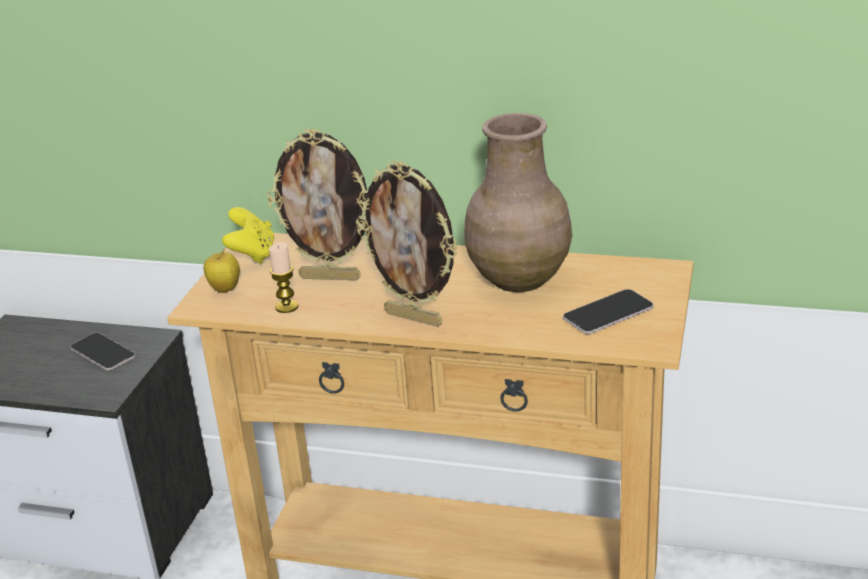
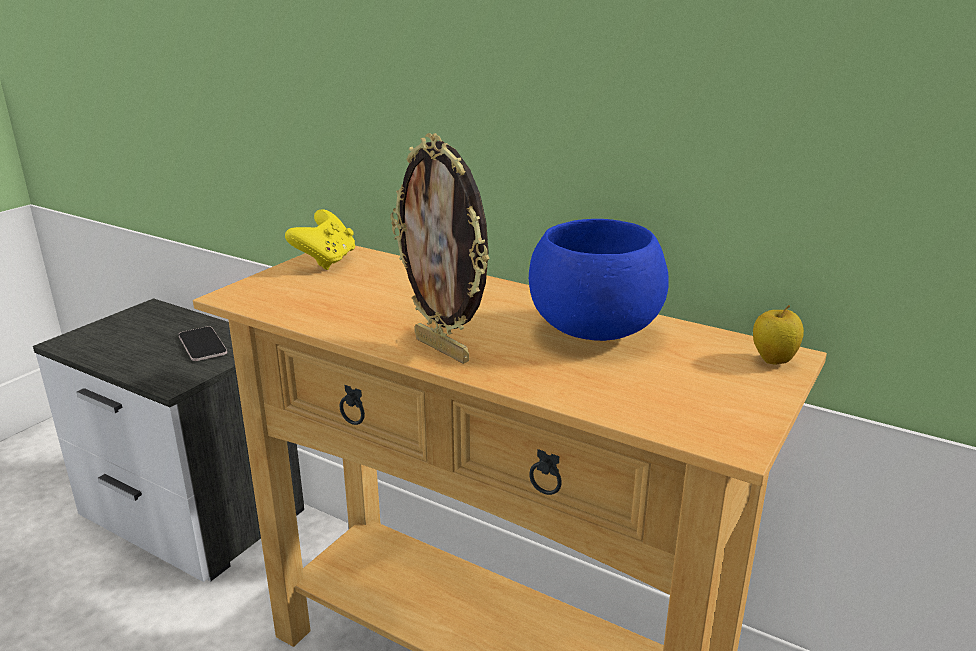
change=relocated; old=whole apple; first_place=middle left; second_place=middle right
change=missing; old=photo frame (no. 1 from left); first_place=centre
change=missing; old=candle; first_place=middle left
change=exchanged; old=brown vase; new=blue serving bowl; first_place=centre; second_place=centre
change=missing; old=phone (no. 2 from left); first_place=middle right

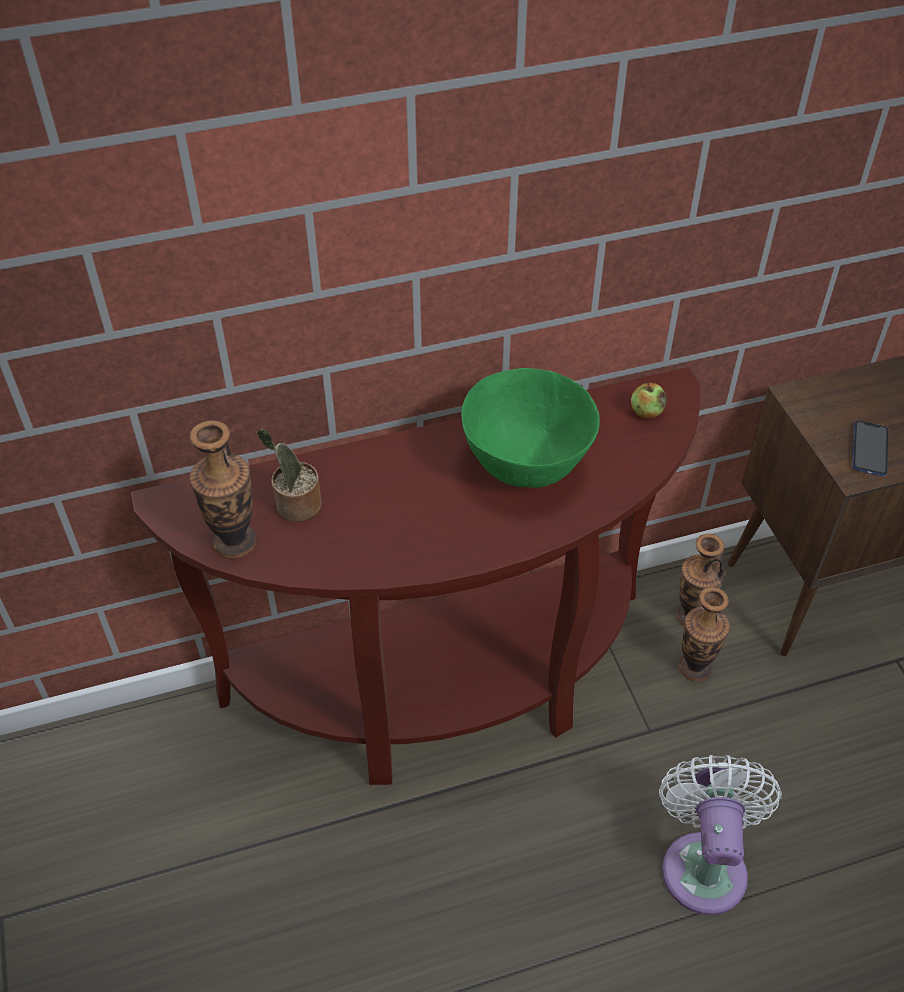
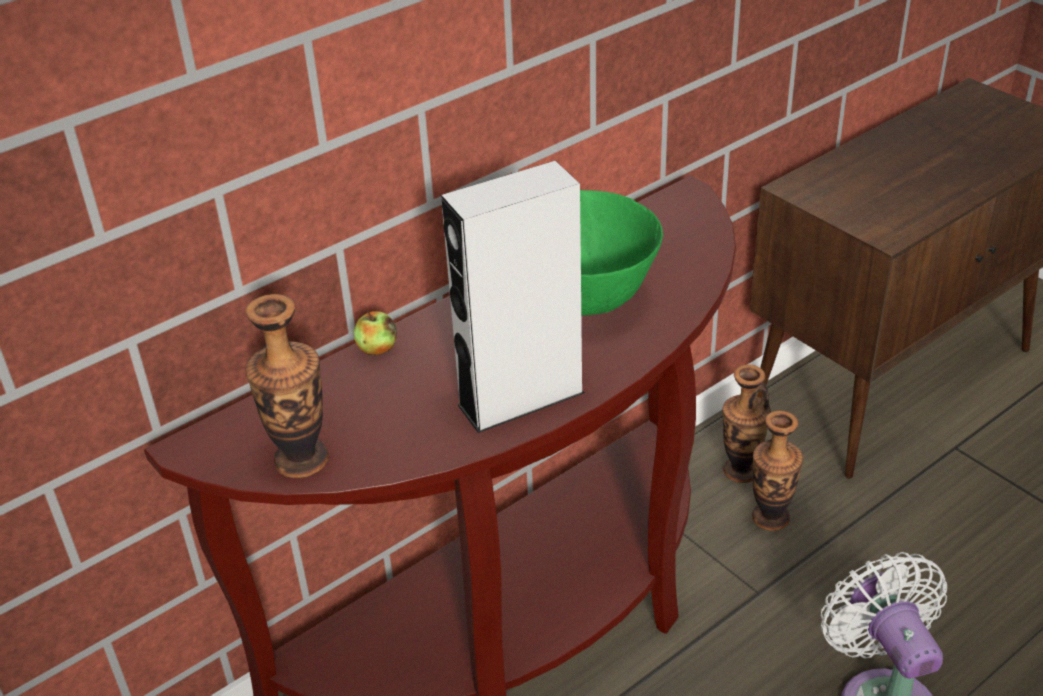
change=missing; old=houseplant; first_place=middle left
change=relocated; old=whole apple; first_place=middle right; second_place=centre
change=missing; old=phone; first_place=middle right
change=appeared; new=greyish audio speaker; second_place=centre

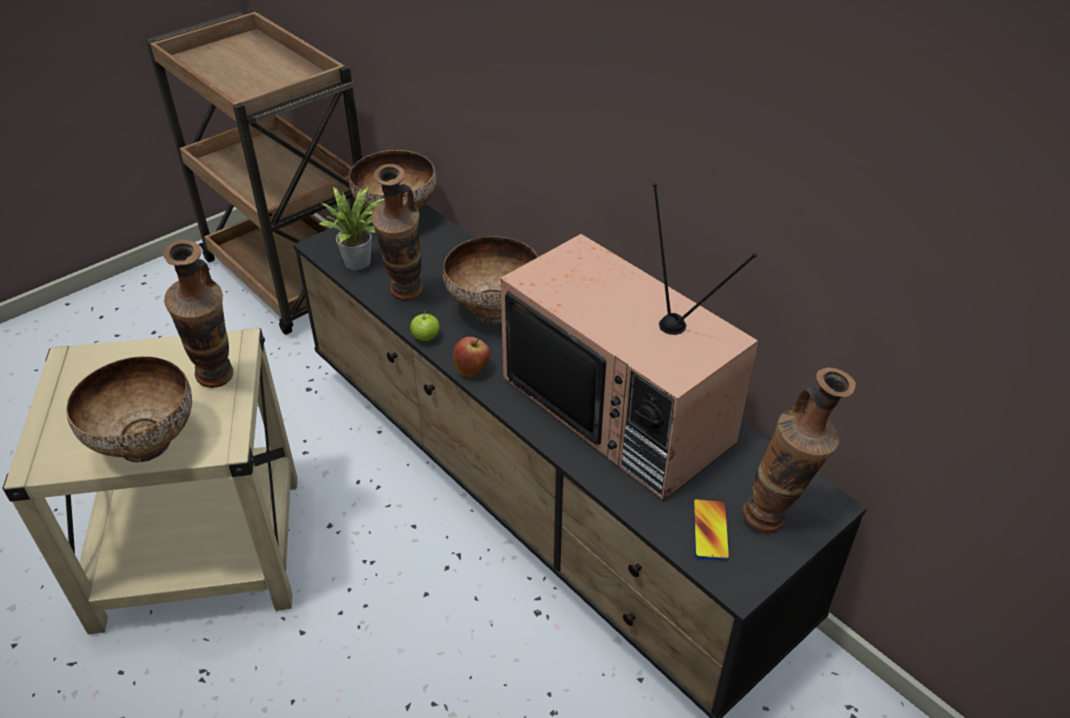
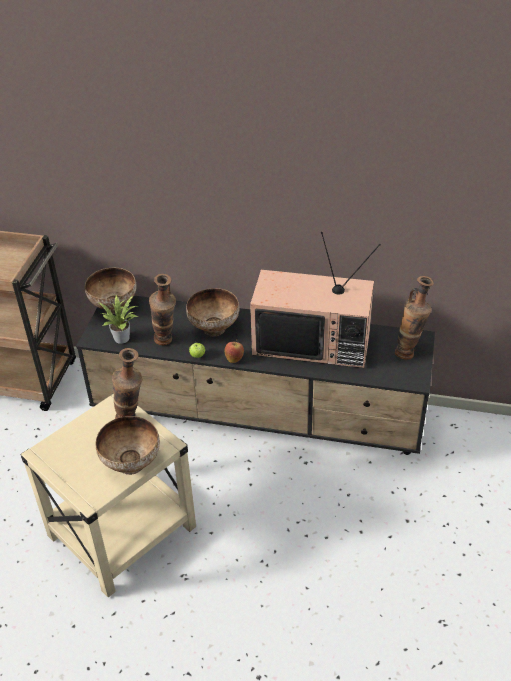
change=missing; old=phone; first_place=bottom centre

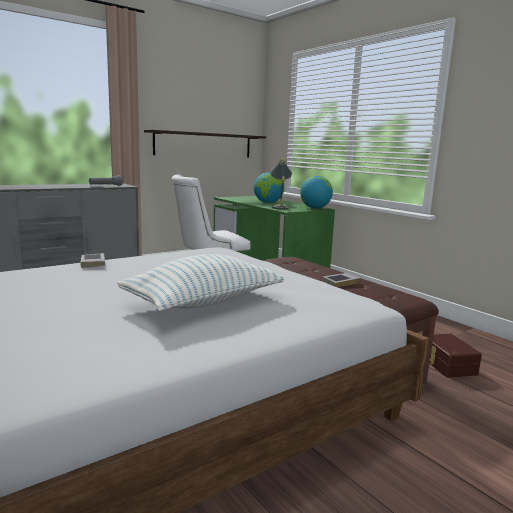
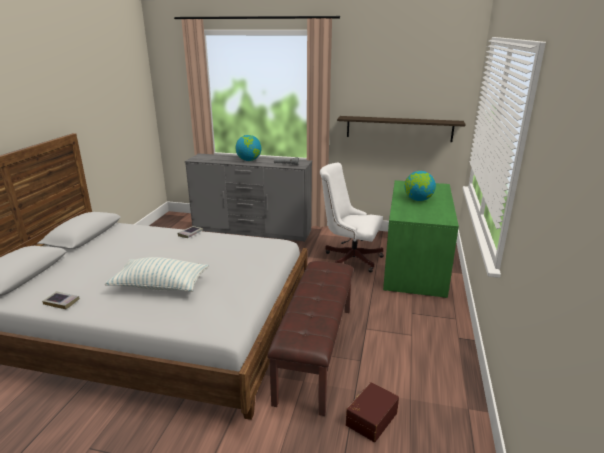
change=missing; old=greyish table lamp; first_place=centre
change=relocated; old=world globe (no. 2 from left in the first image); new=world globe (no. 1 from left); first_place=centre; second_place=top centre
change=relocated; old=bound book (no. 2 from left in the first image); new=bound book (no. 1 from left); first_place=centre; second_place=middle left

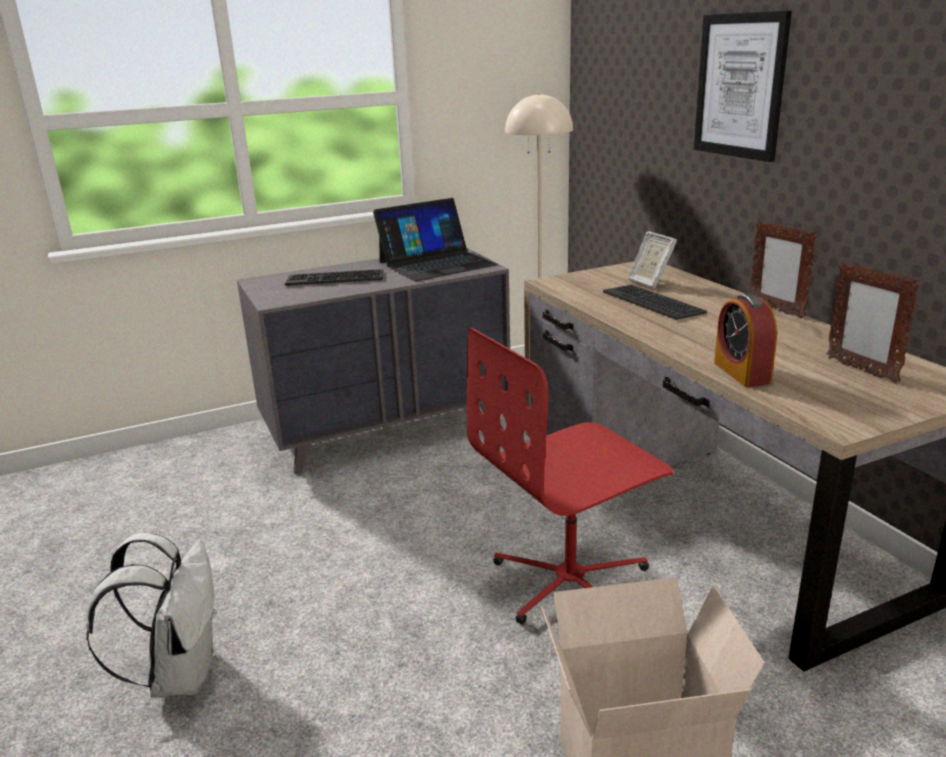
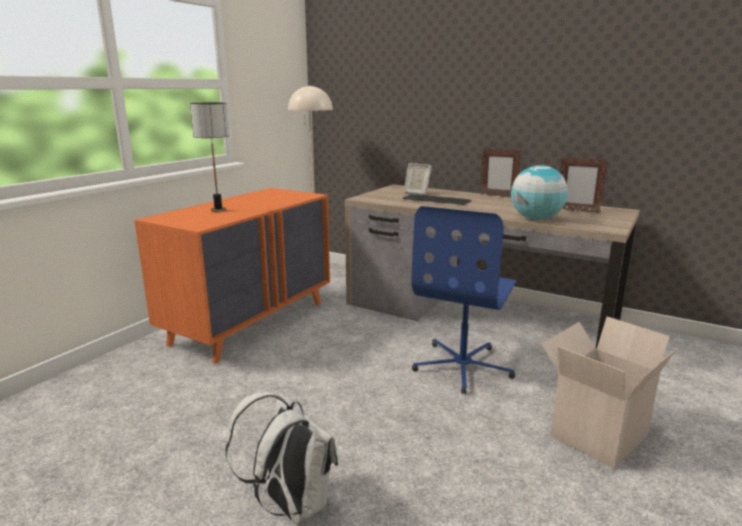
change=colour; old=greyish chest of drawers; new=orangey chest of drawers; first_place=centre; second_place=middle left
change=exchanged; old=computer keyboard (no. 1 from left); new=table lamp; first_place=centre; second_place=top left
change=missing; old=notebook computer; first_place=top centre
change=colour; old=red-coloured computer chair; new=blue computer chair; first_place=centre; second_place=centre
change=missing; old=picture; first_place=top right
change=exchanged; old=alarm clock; new=world globe; first_place=middle right; second_place=middle right

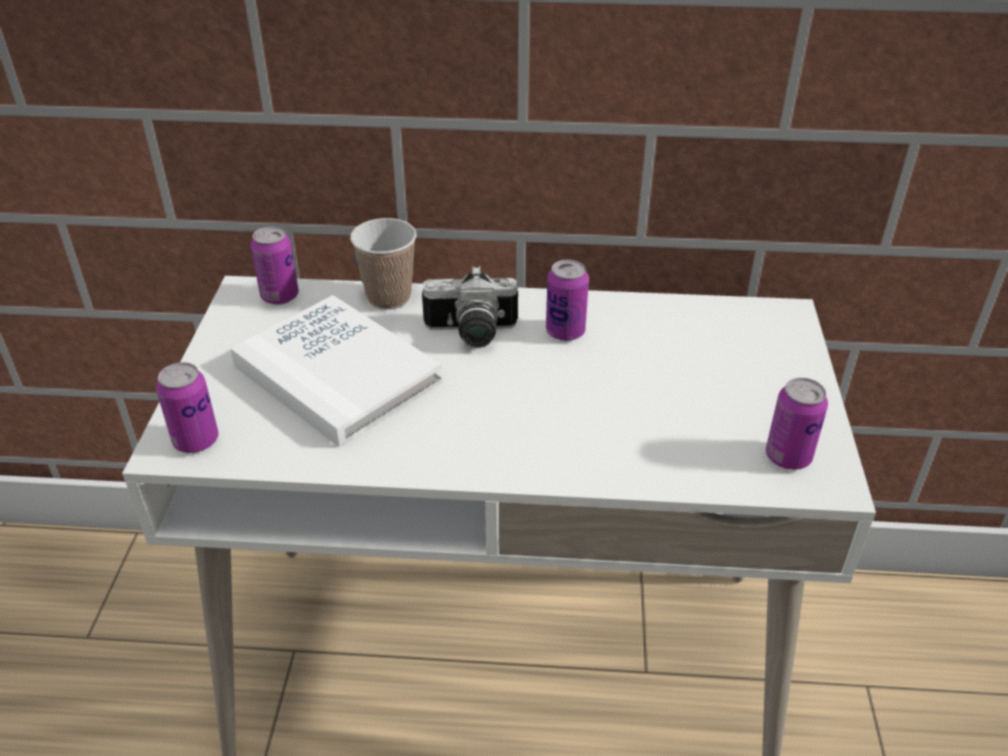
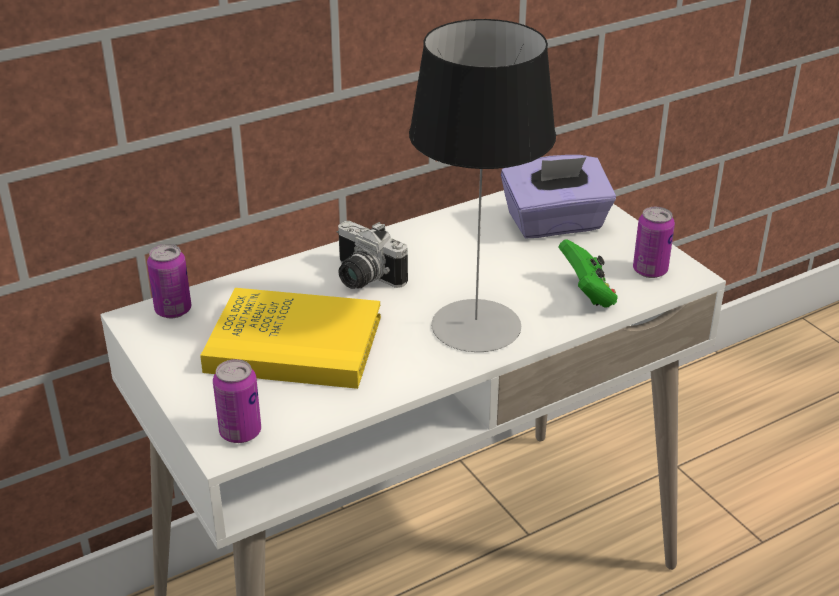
change=colour; old=white bound book; new=yellowish bound book; first_place=centre; second_place=centre
change=missing; old=small cup; first_place=centre
change=spun; old=still camera; first_place=centre; second_place=centre; degrees=75
change=missing; old=can (no. 3 from left); first_place=centre
change=appeared; new=table lamp; second_place=top centre
change=appeared; new=purplish box of tissues; second_place=top centre
change=appeared; new=greenish joypad; second_place=middle right

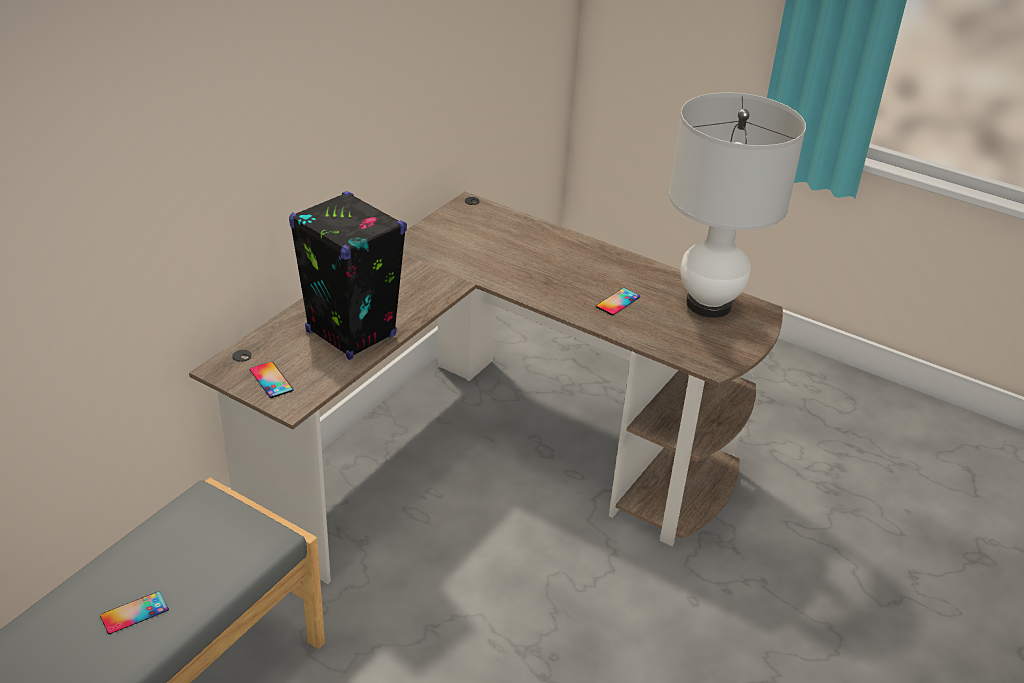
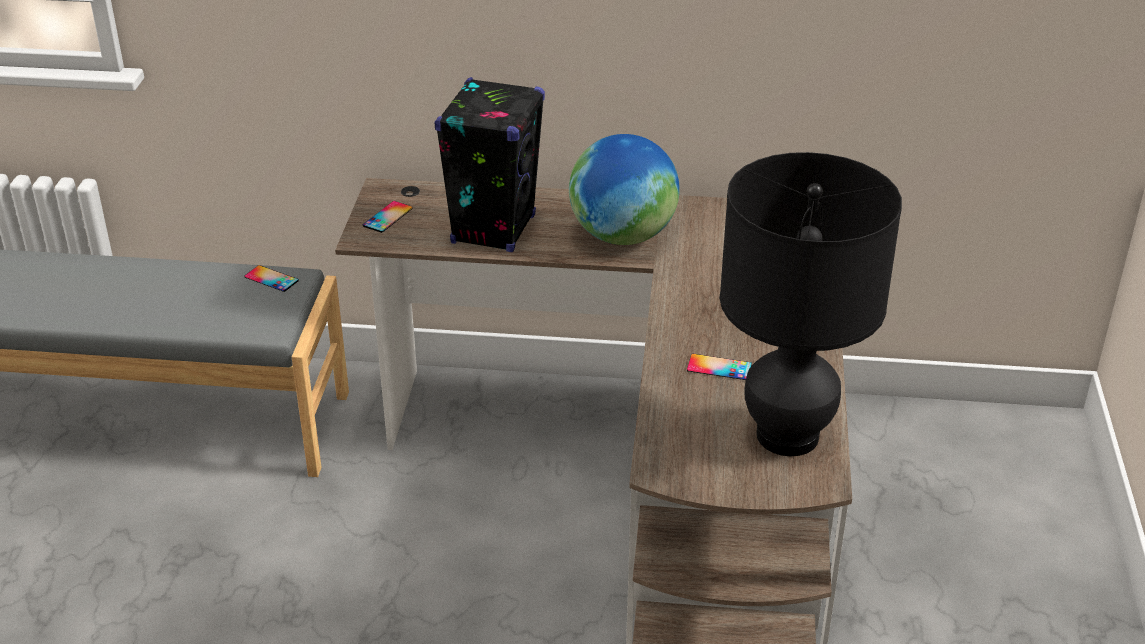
change=relocated; old=phone (no. 1 from left); first_place=bottom left; second_place=middle left
change=colour; old=white table lamp; new=black table lamp; first_place=top right; second_place=middle right
change=appeared; new=world globe; second_place=top centre

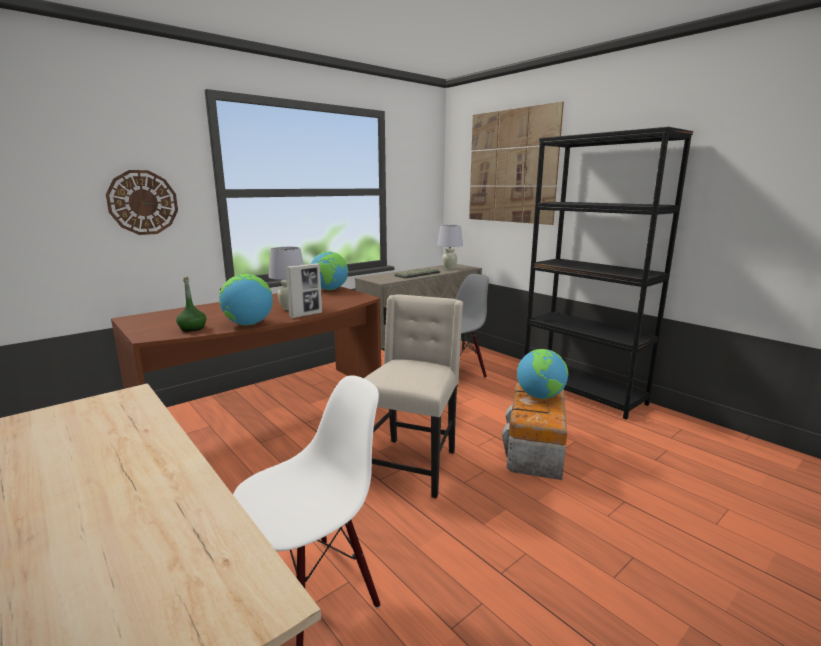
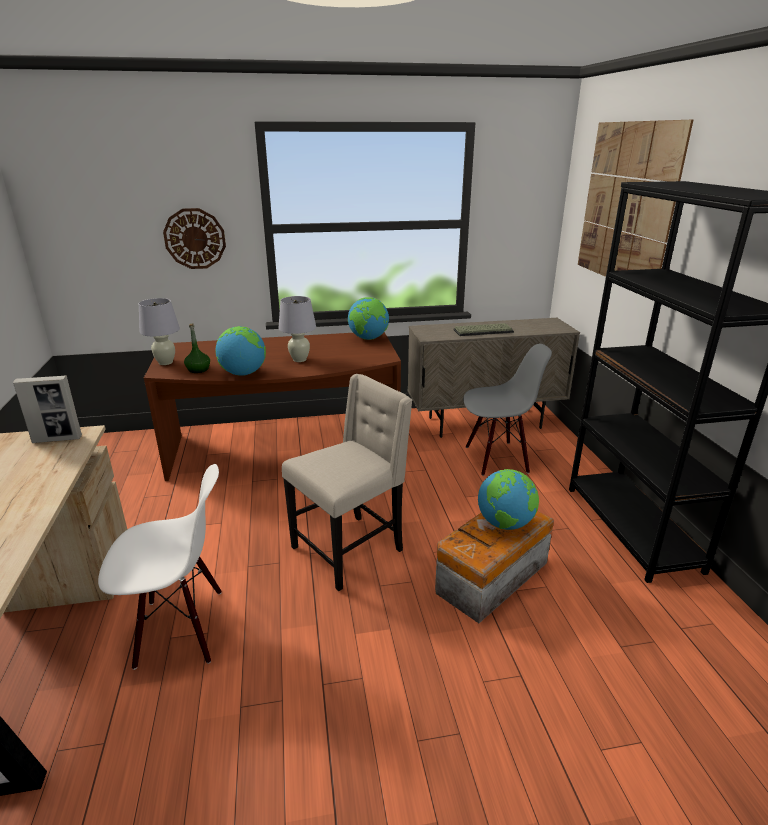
change=relocated; old=photo frame; first_place=centre; second_place=middle left
change=relocated; old=white table lamp (no. 2 from left in the first image); new=white table lamp (no. 1 from left); first_place=centre; second_place=middle left

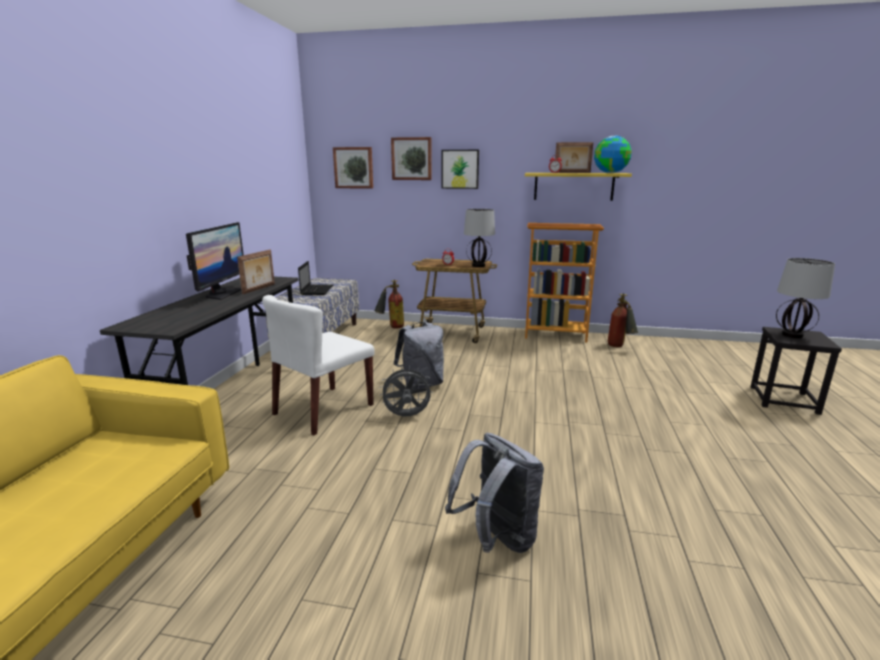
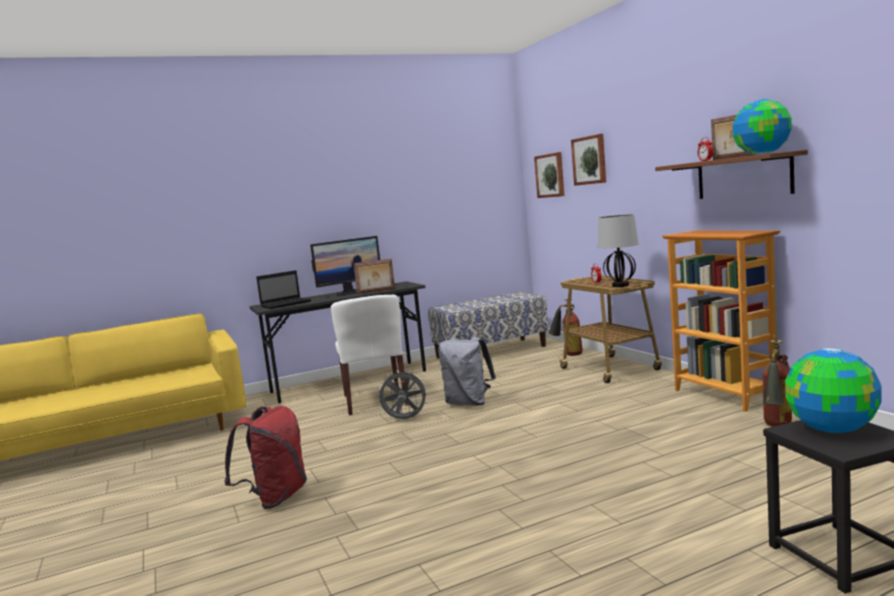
change=spun; old=white plain chair; first_place=centre; second_place=centre; degrees=-105
change=relocated; old=notebook computer; first_place=centre; second_place=middle left
change=spun; old=greyish electric fan; first_place=centre; second_place=centre; degrees=-45
change=missing; old=picture (no. 3 from left); first_place=top centre
change=colour; old=greyish backpack (no. 2 from left); new=red-coloured backpack; first_place=bottom centre; second_place=bottom left
change=colour; old=yellowish bracket shelf; new=brown bracket shelf; first_place=top centre; second_place=top right
change=exchanged; old=table lamp (no. 2 from left); new=world globe (no. 2 from left); first_place=middle right; second_place=middle right

